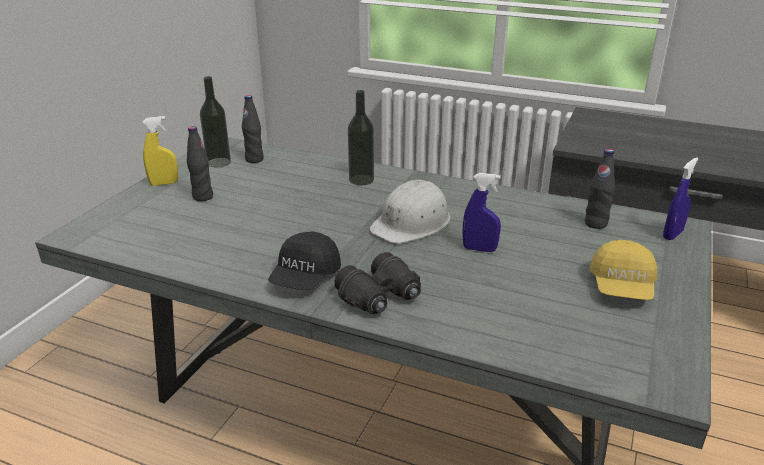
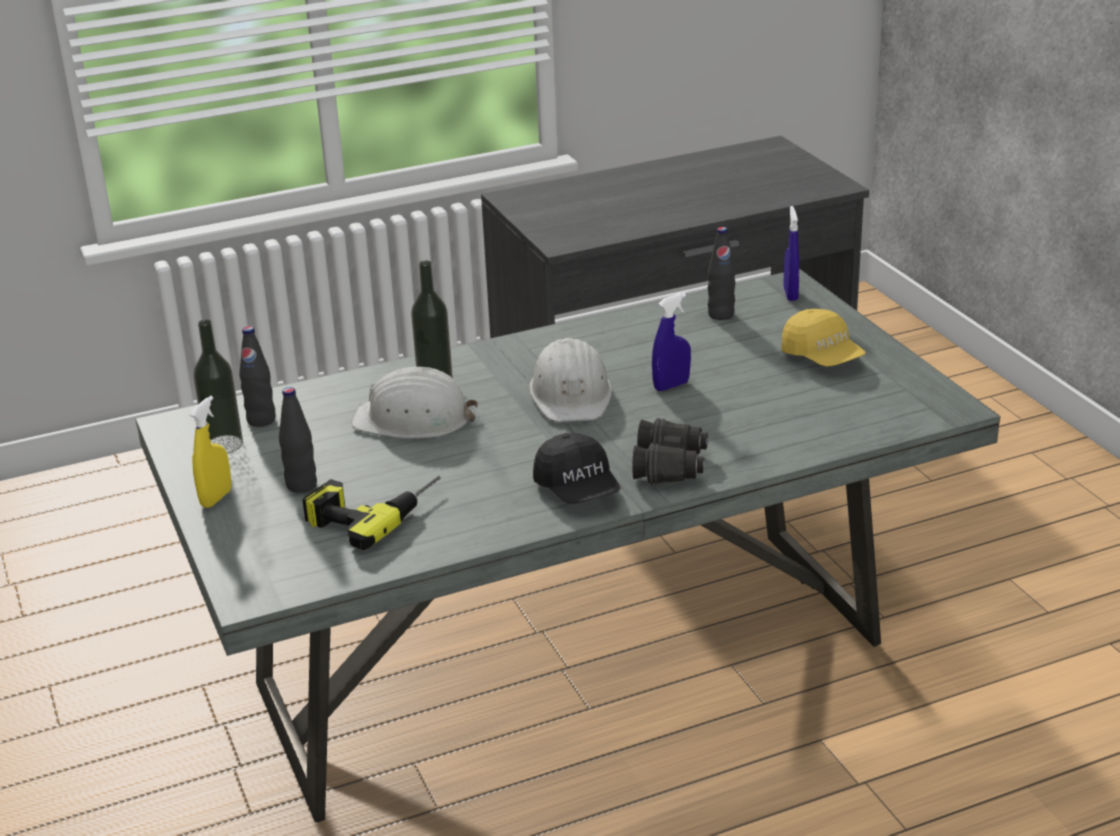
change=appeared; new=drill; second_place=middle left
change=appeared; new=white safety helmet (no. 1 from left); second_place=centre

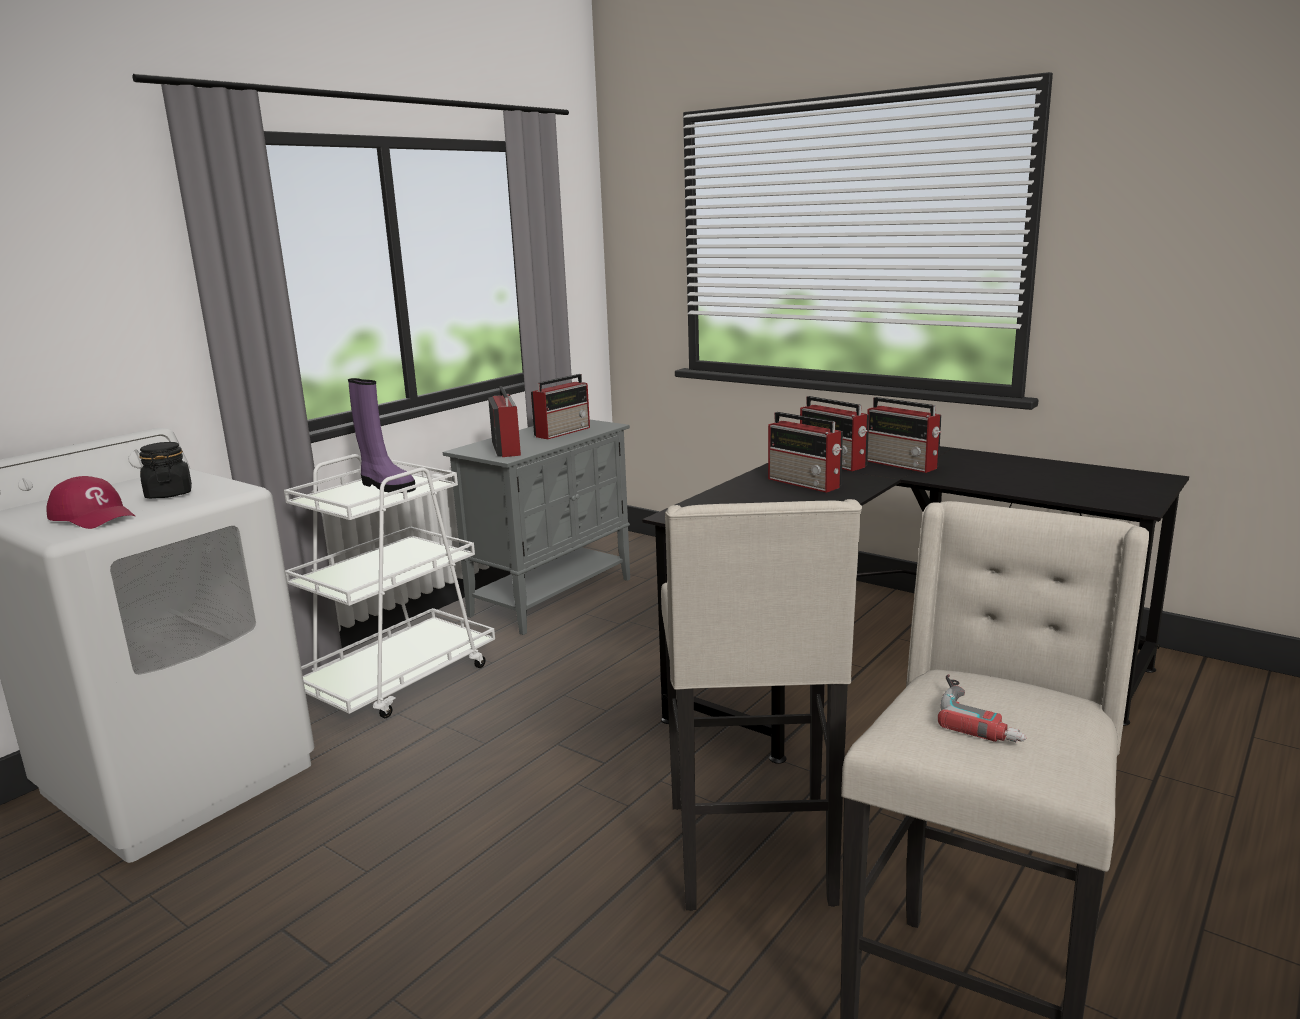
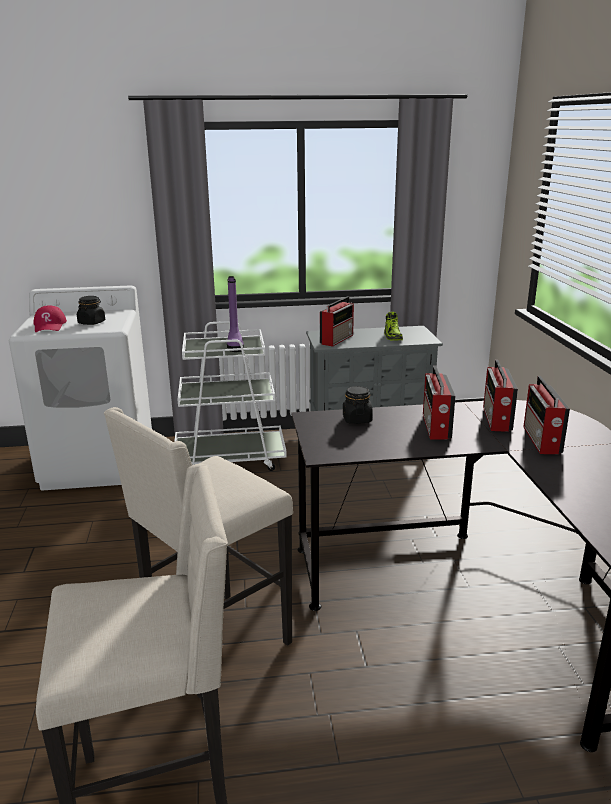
change=exchanged; old=radio set (no. 2 from left); new=low shoe; first_place=centre; second_place=centre
change=missing; old=drill; first_place=bottom right
change=appeared; new=black jar (no. 2 from left); second_place=centre

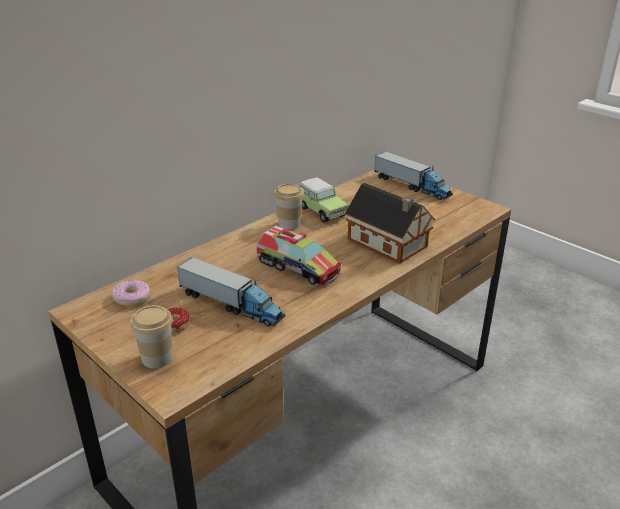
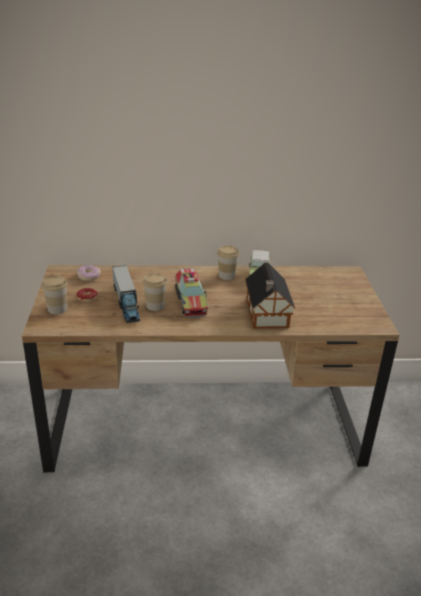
change=missing; old=model truck (no. 3 from left); first_place=centre
change=appeared; new=small cup (no. 2 from left); second_place=centre

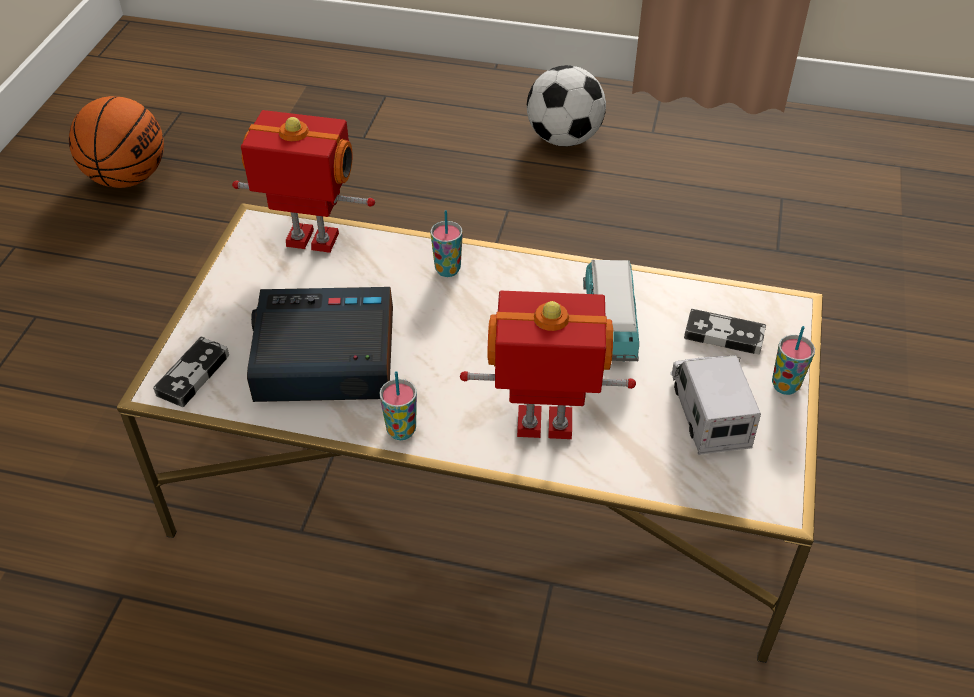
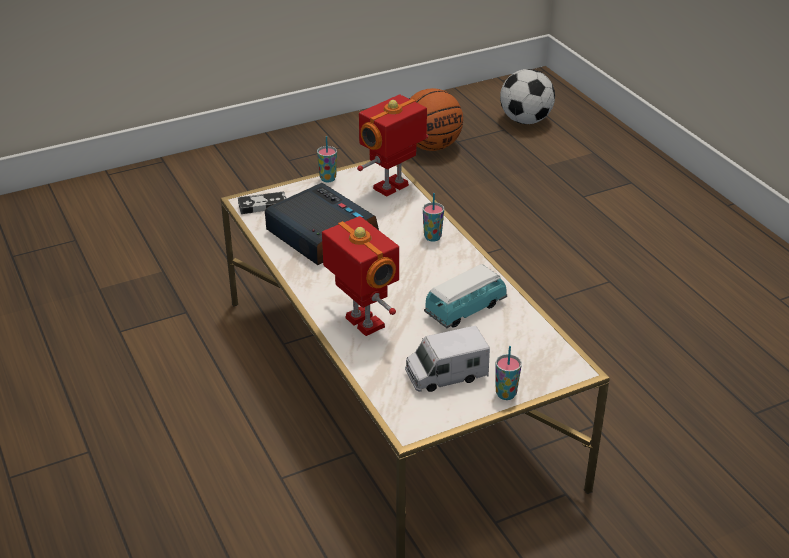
change=spun; old=model robot (no. 1 from left in the first image); first_place=top left; second_place=top centre; degrees=-105
change=relocated; old=small cup (no. 1 from left); first_place=centre; second_place=top centre
change=relocated; old=ball for football; first_place=top centre; second_place=top right
change=spun; old=model truck; first_place=middle right; second_place=centre; degrees=-150
change=missing; old=joypad (no. 2 from left); first_place=middle right

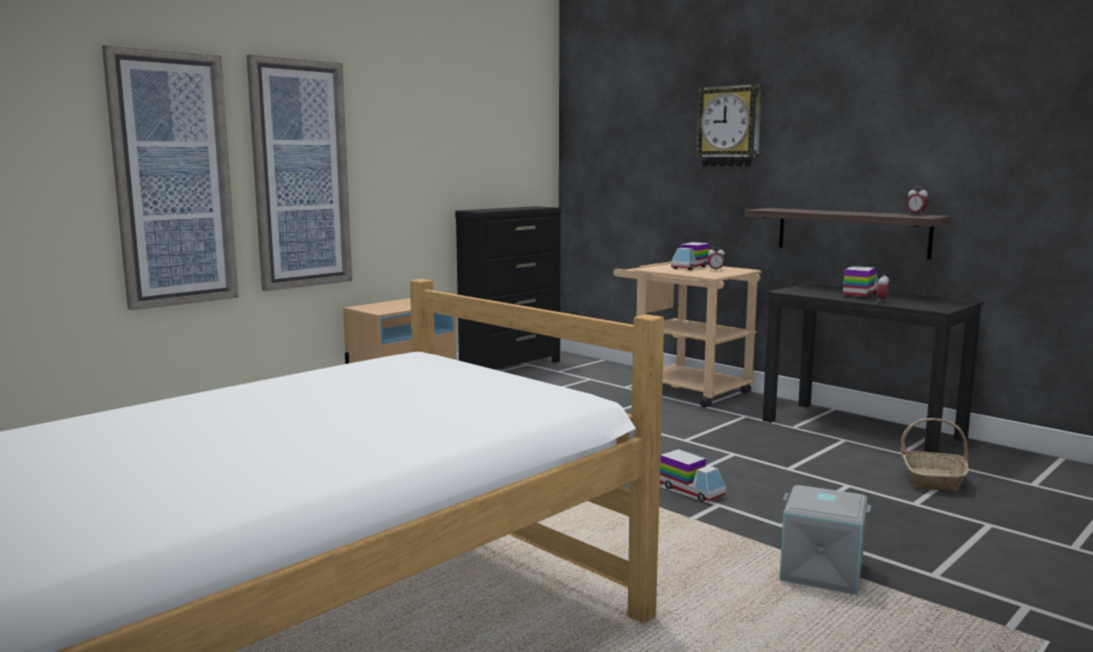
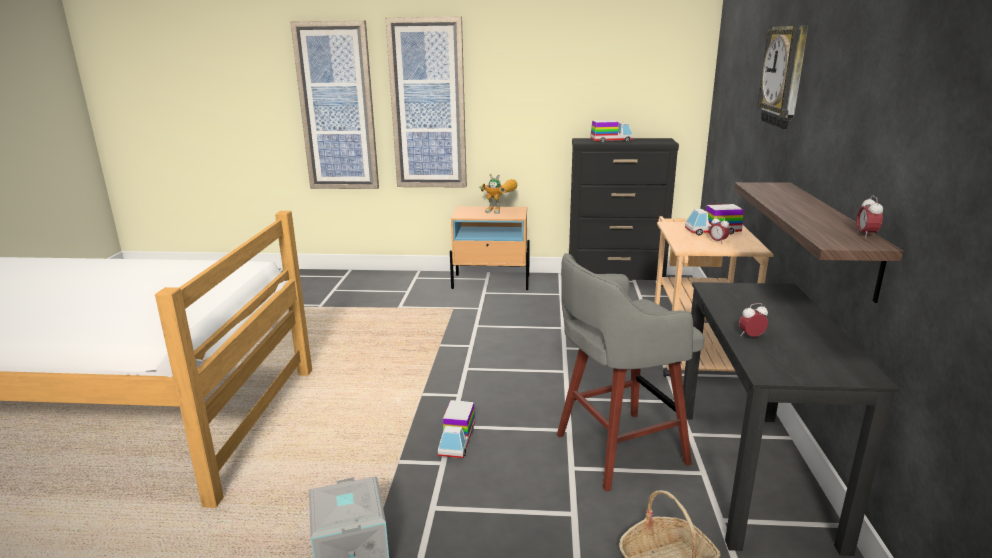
change=relocated; old=model truck (no. 3 from left in the first image); new=model truck (no. 2 from left); first_place=middle right; second_place=top centre
change=appeared; new=model robot; second_place=centre
change=appeared; new=greyish stool; second_place=bottom centre

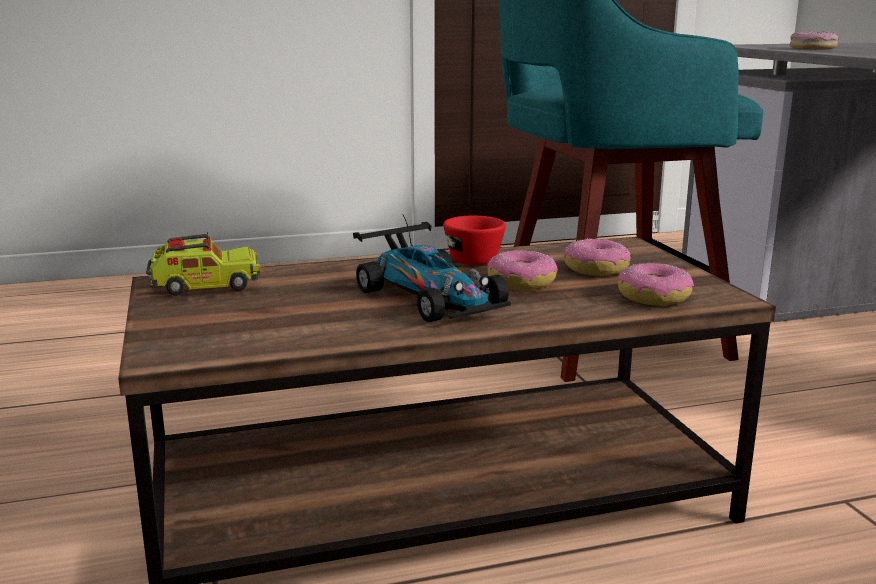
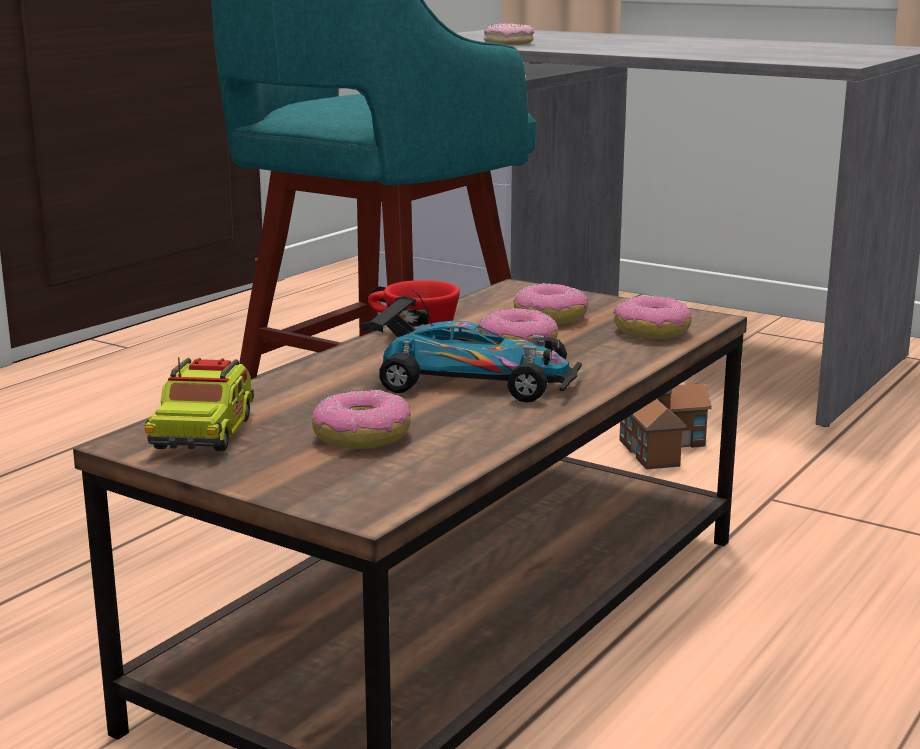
change=spun; old=model truck; first_place=middle left; second_place=middle left; degrees=150
change=appeared; new=ring doughnut (no. 1 from left); second_place=centre
change=appeared; new=miniature house; second_place=middle right

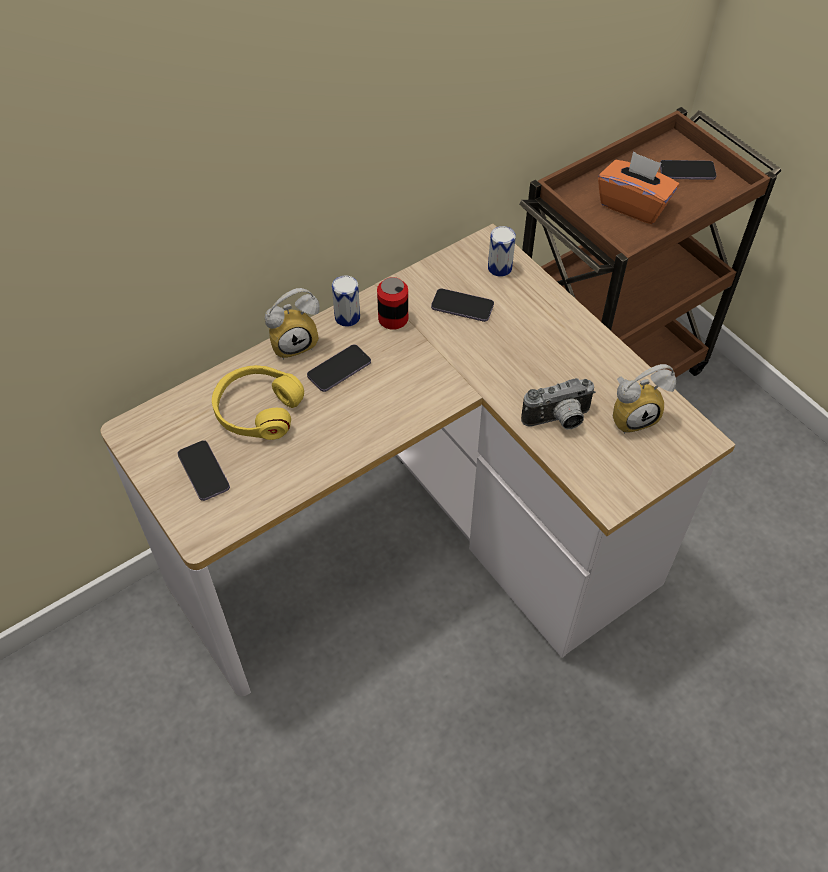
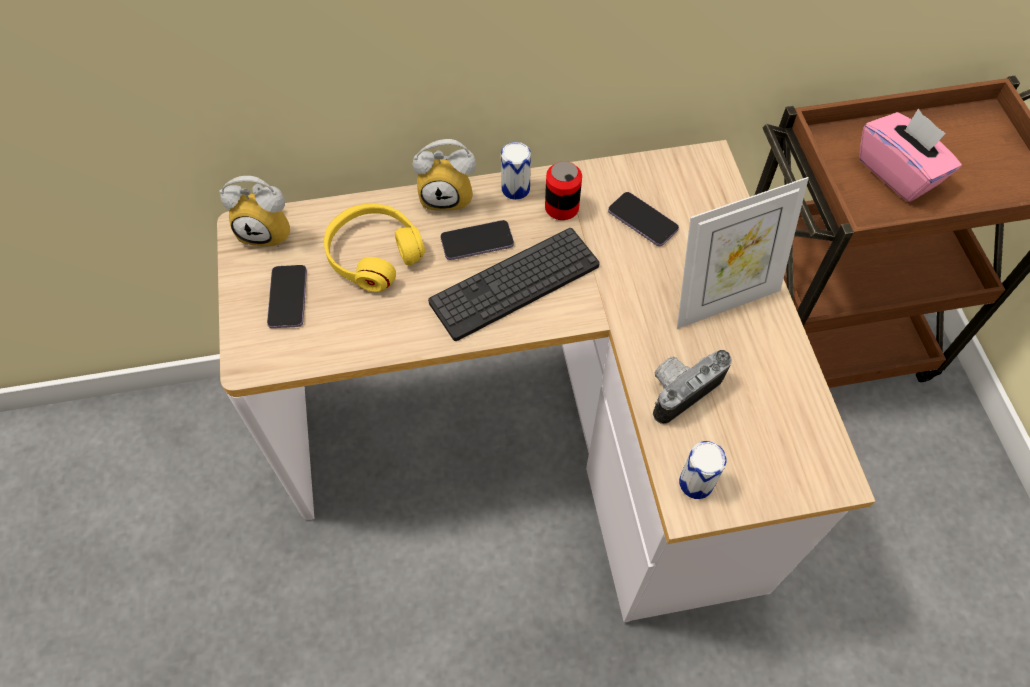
change=relocated; old=can (no. 3 from left); first_place=top centre; second_place=bottom right
change=spun; old=still camera; first_place=middle right; second_place=middle right; degrees=135
change=colour; old=orangey box of tissues; new=pink box of tissues; first_place=top right; second_place=top right
change=relocated; old=alarm clock (no. 2 from left in the first image); new=alarm clock (no. 1 from left); first_place=middle right; second_place=top left
change=missing; old=phone (no. 4 from left); first_place=top right
change=appeared; new=computer keyboard; second_place=centre
change=appeared; new=photo frame; second_place=middle right

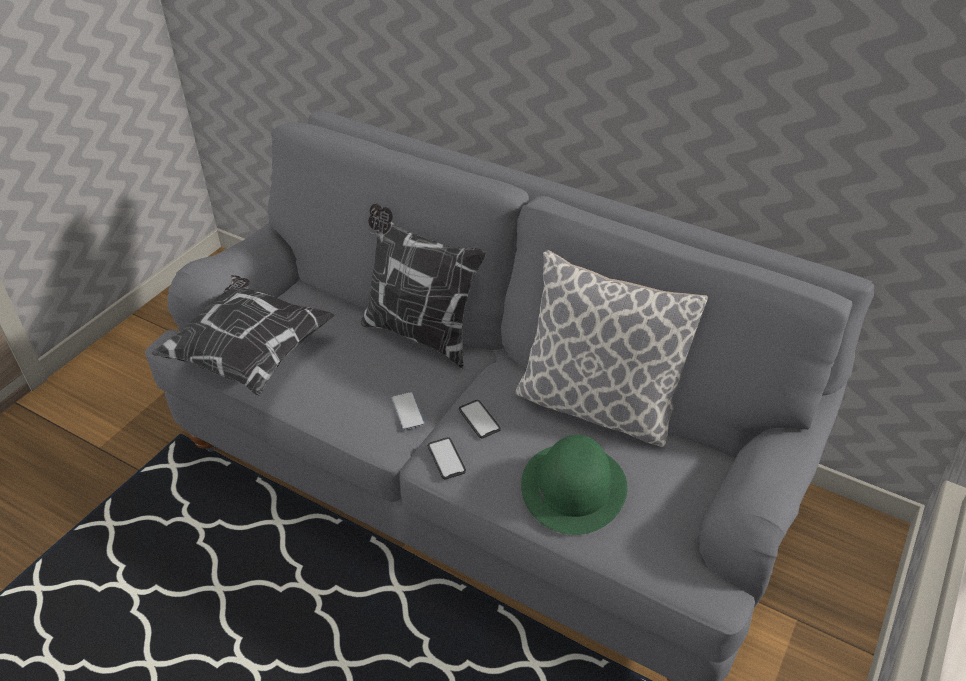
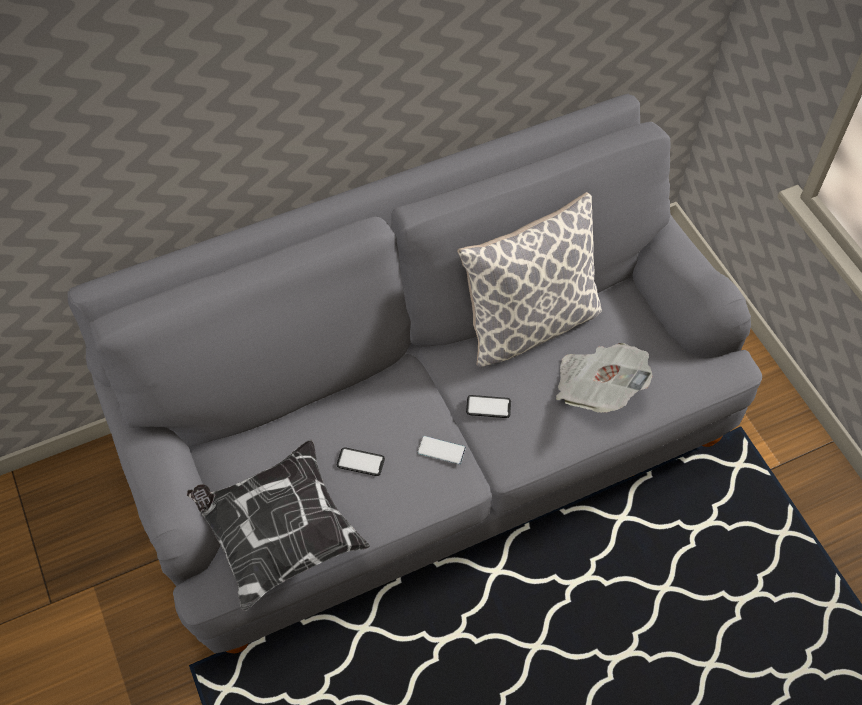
change=missing; old=pillow (no. 2 from left); first_place=centre
change=relocated; old=phone (no. 2 from left in the first image); new=phone (no. 1 from left); first_place=bottom centre; second_place=centre
change=exchanged; old=greenish clothing hat; new=newspaper; first_place=bottom centre; second_place=middle right

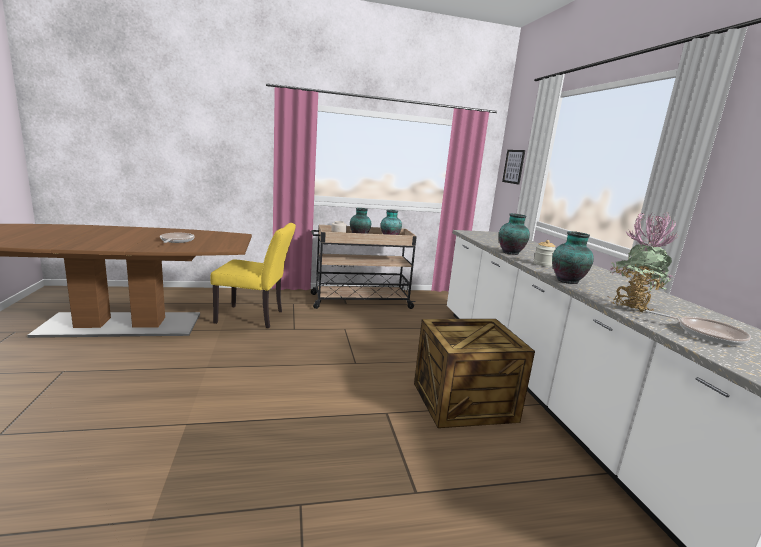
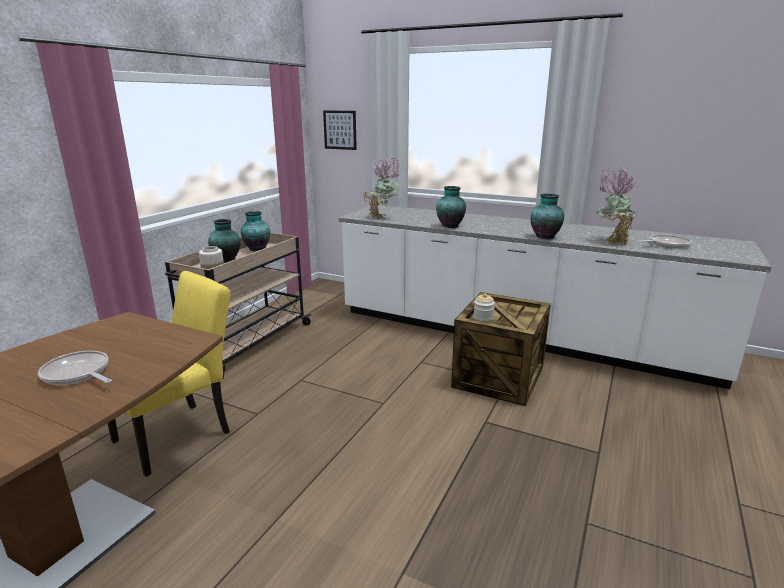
change=relocated; old=jar (no. 2 from left); first_place=middle right; second_place=centre
change=appeared; new=houseplant (no. 1 from left); second_place=top centre

